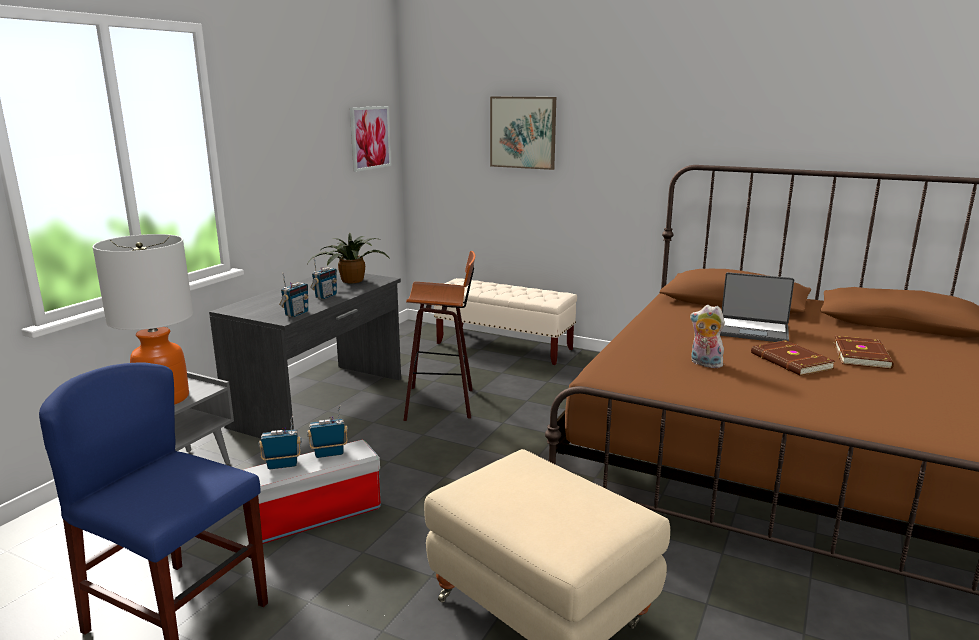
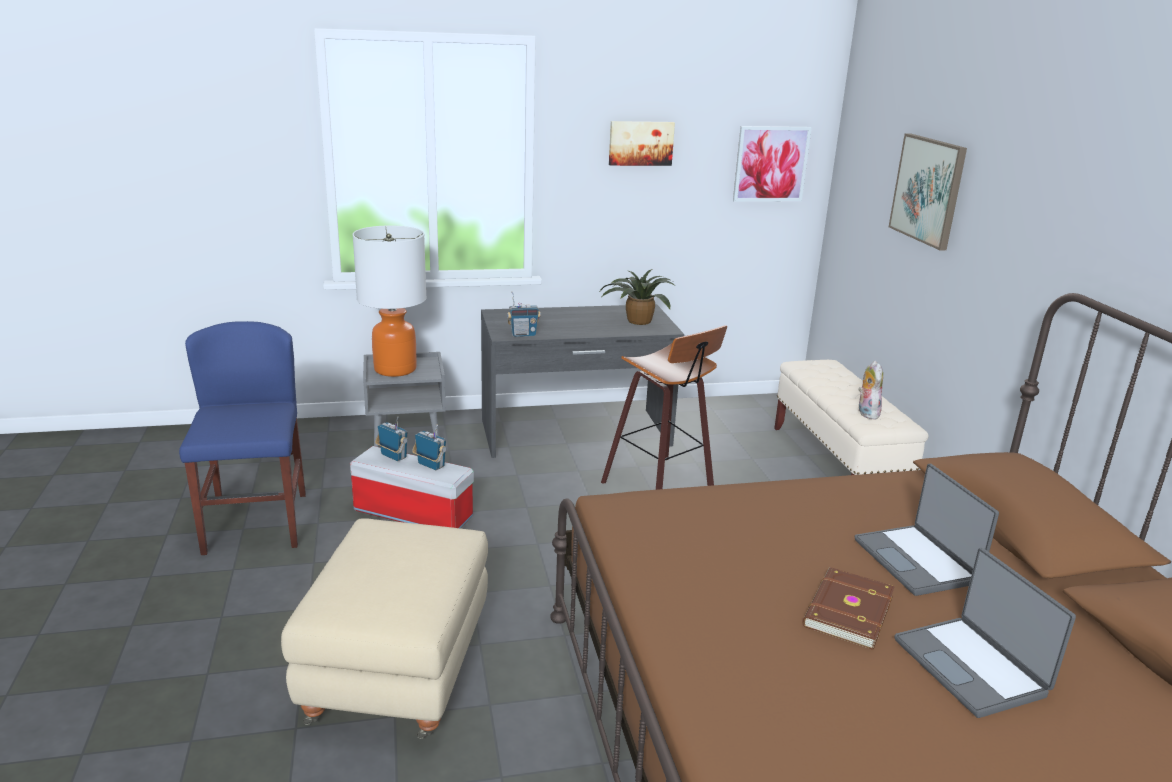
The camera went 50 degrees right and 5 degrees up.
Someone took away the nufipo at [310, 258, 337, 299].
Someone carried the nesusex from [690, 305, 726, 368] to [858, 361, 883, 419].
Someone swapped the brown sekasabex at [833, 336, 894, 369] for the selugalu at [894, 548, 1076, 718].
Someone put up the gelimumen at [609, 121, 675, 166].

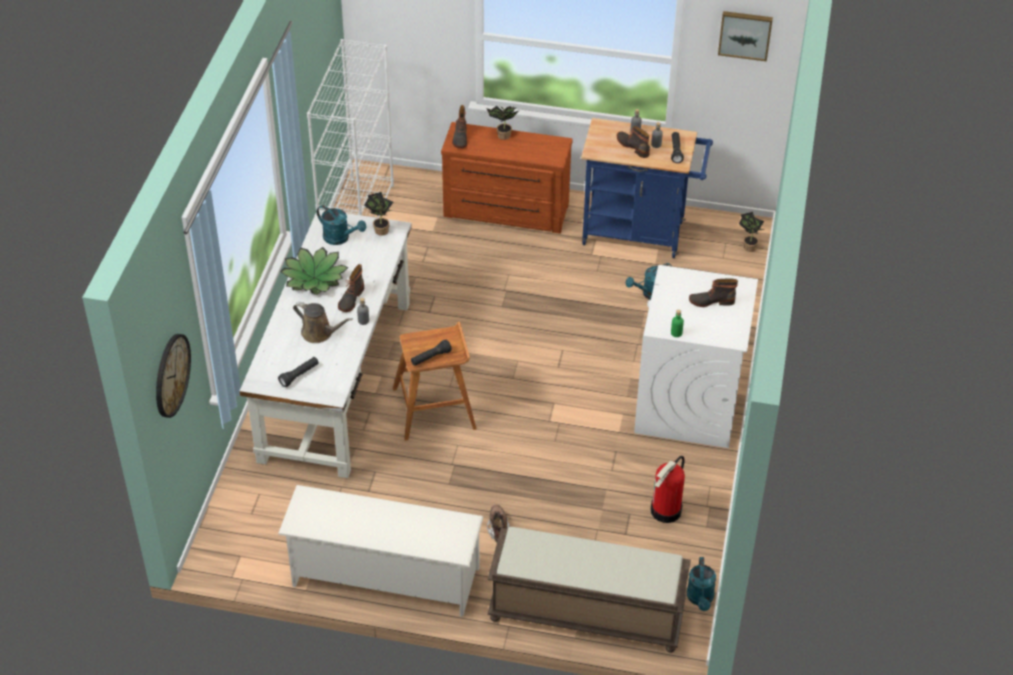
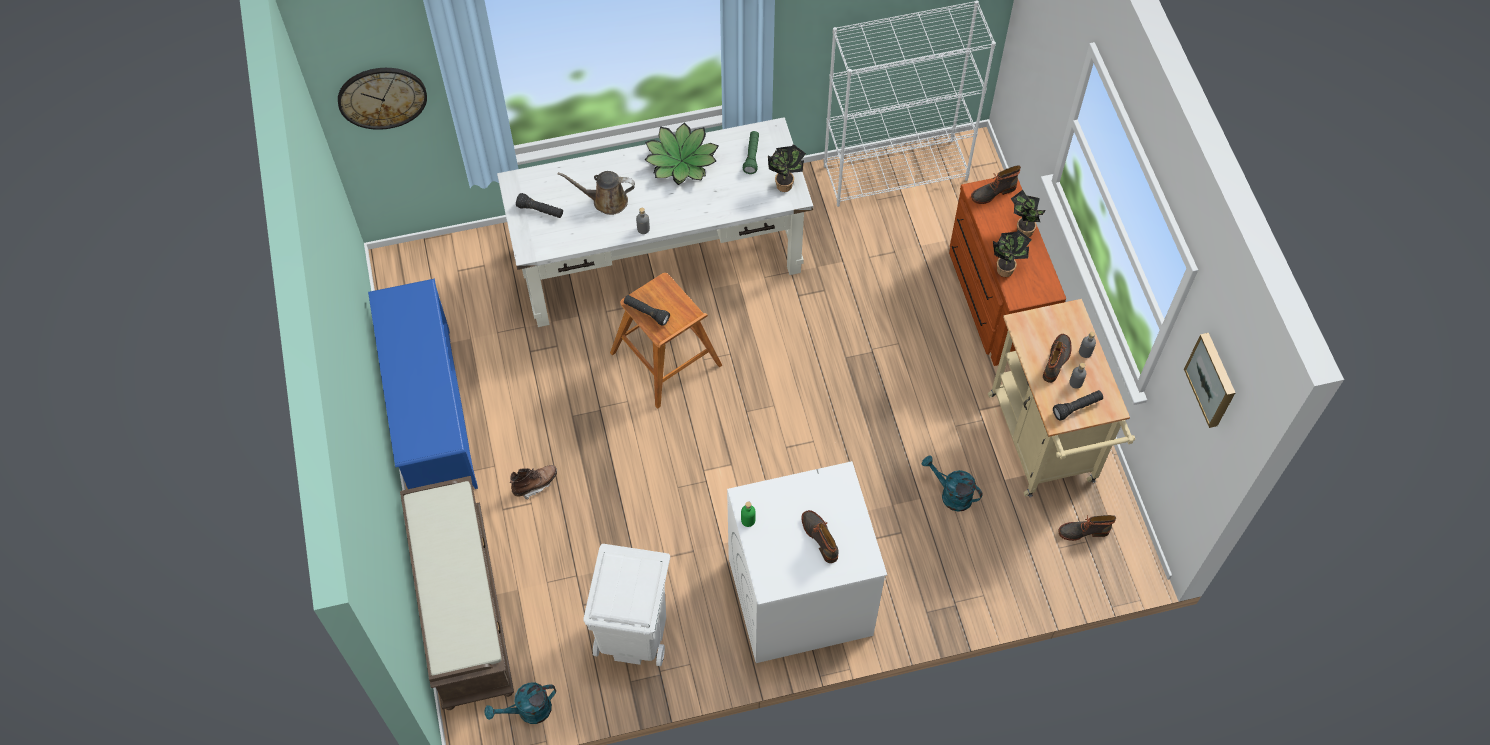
The camera went 65 degrees right and 15 degrees up.
Someone repainted the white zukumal at [278, 485, 484, 617], which became the blue zukumal at [368, 279, 478, 489].
Someone rotated the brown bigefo at [293, 302, 353, 343] by 90 degrees clockwise.
Someone swapped the turquoise bigefo at [317, 205, 366, 245] for the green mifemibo at [743, 131, 759, 174].
Someone carried the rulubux from [338, 264, 364, 312] to [1059, 515, 1116, 541].
Someone repainted the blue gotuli at [581, 118, 713, 258], which became the beige gotuli at [988, 299, 1135, 497].
Someone swapped the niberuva at [651, 456, 685, 523] for the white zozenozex at [583, 544, 670, 666].
Someone carried the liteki from [739, 212, 764, 252] to [993, 230, 1032, 277].

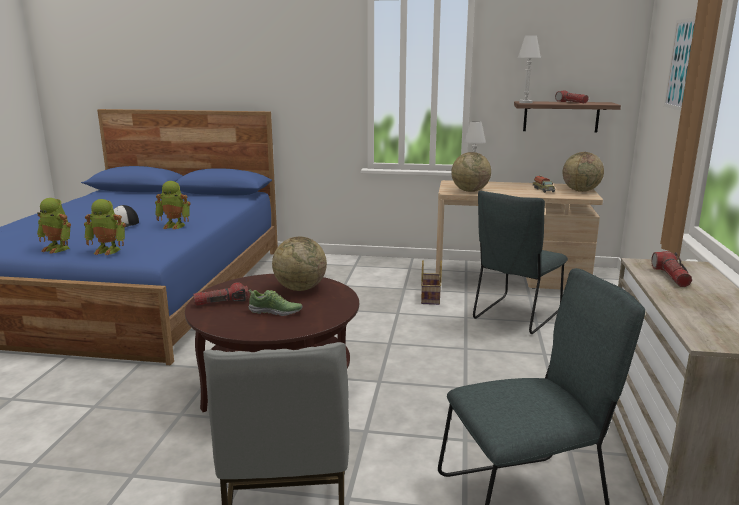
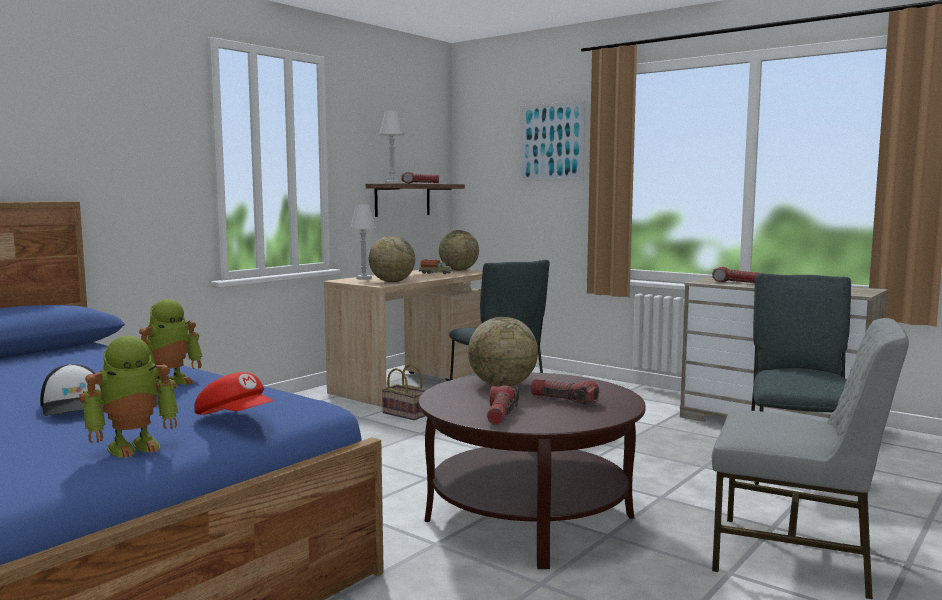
The camera went 60 degrees left and 10 degrees down.
Someone swapped the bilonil at [84, 199, 126, 255] for the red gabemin at [194, 372, 274, 415].
Someone swapped the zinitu at [249, 289, 303, 316] for the mifemibo at [531, 379, 599, 405].

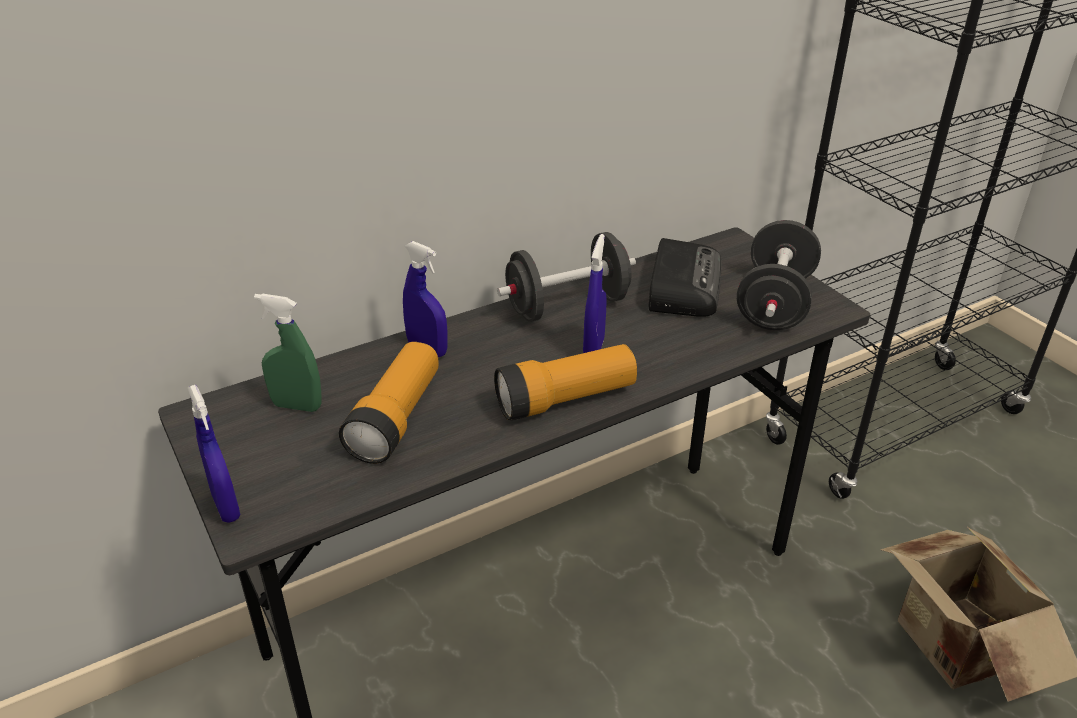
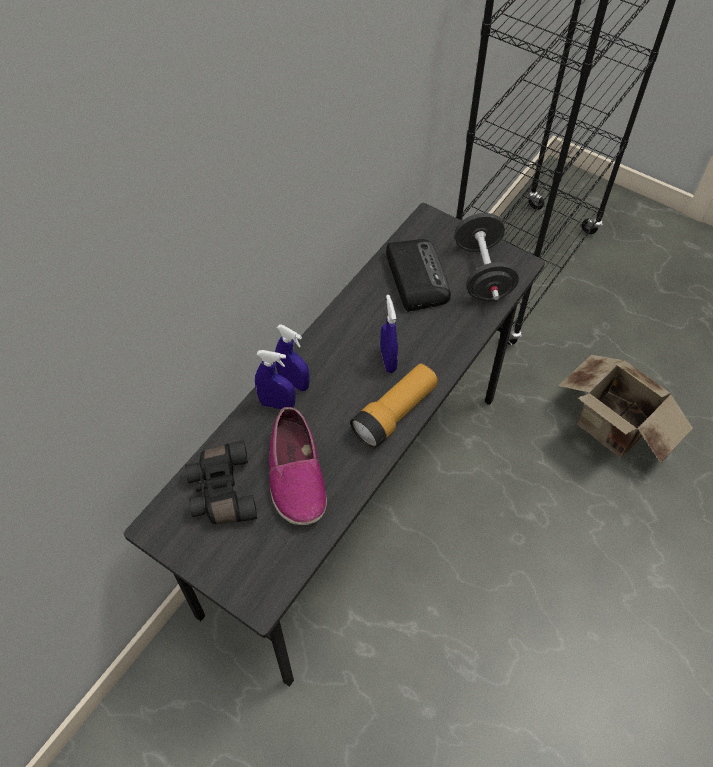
The camera went 25 degrees left and 20 degrees up.
Someone carried the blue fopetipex from [188, 385, 241, 523] to [275, 324, 310, 391].
Someone swapped the green fopetipex at [254, 294, 322, 412] for the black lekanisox at [185, 440, 257, 524].
Someone swapped the mifemibo at [339, 342, 439, 464] for the zinitu at [269, 407, 327, 525].
Someone took away the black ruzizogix at [497, 232, 636, 322].

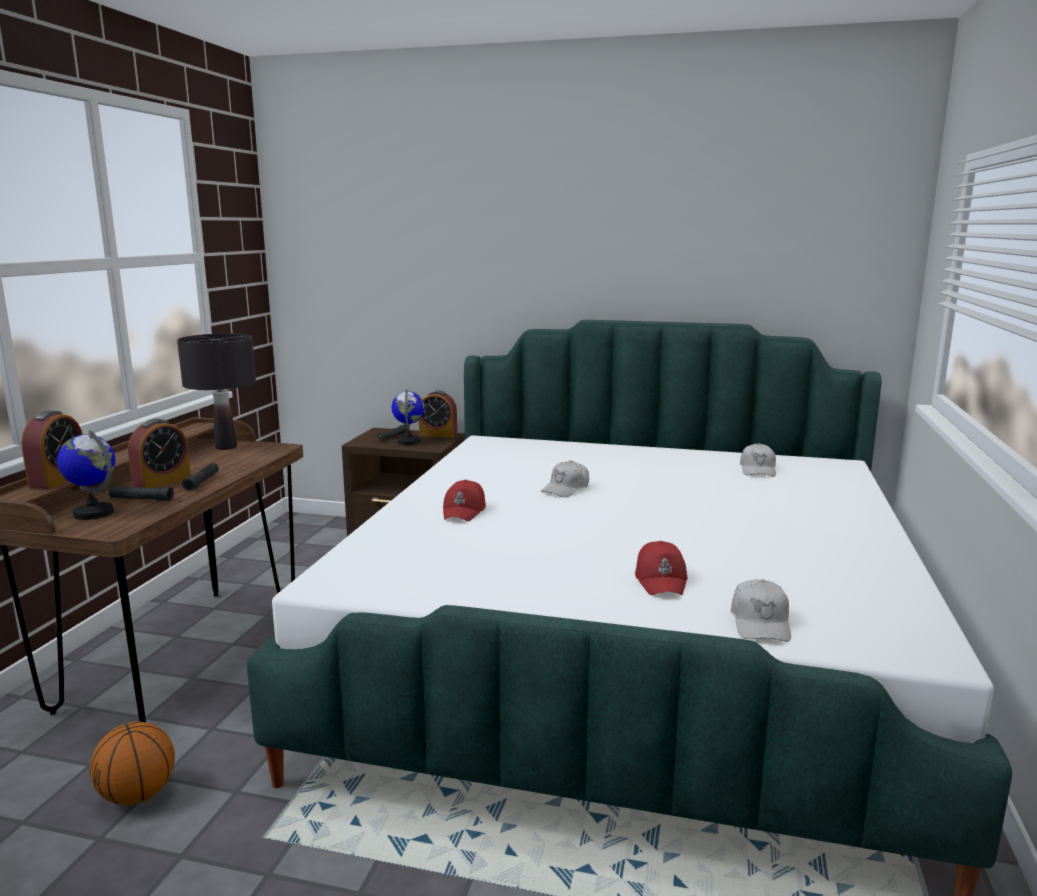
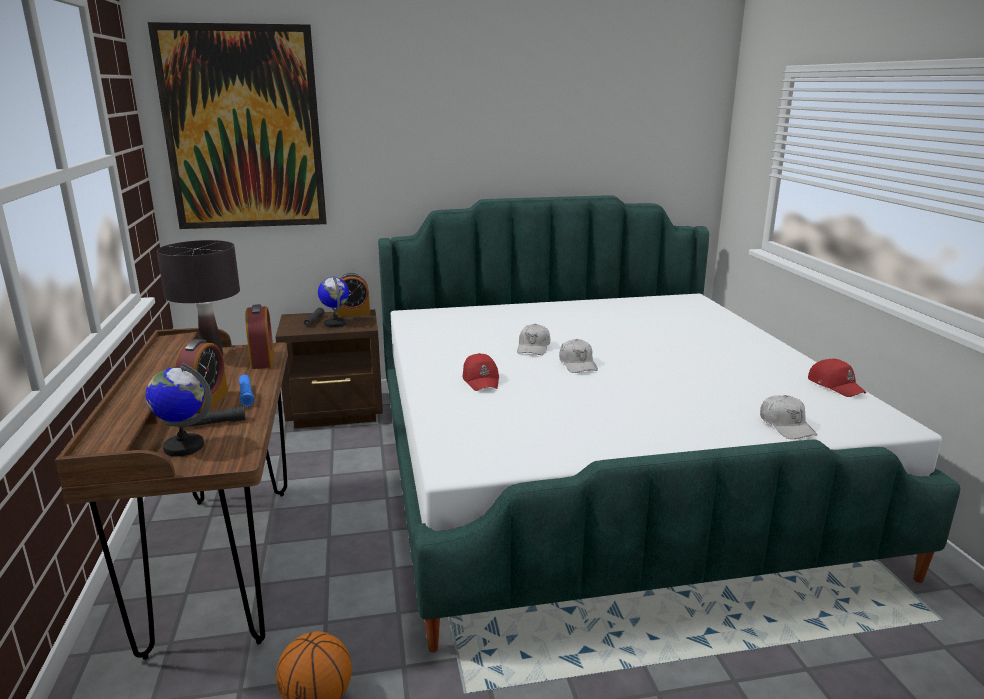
The camera went 25 degrees left and 5 degrees up.
Someone carried the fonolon from [21, 411, 83, 489] to [246, 304, 274, 369].
Someone repainted the black mifemibo at [182, 463, 219, 491], which became the blue mifemibo at [239, 375, 254, 407].
Someone carried the red gabemin from [635, 541, 688, 595] to [808, 358, 867, 397].
Someone carried the white gabemin from [740, 443, 776, 477] to [560, 339, 598, 373].
Someone put up the gelimumen at [148, 22, 327, 229].

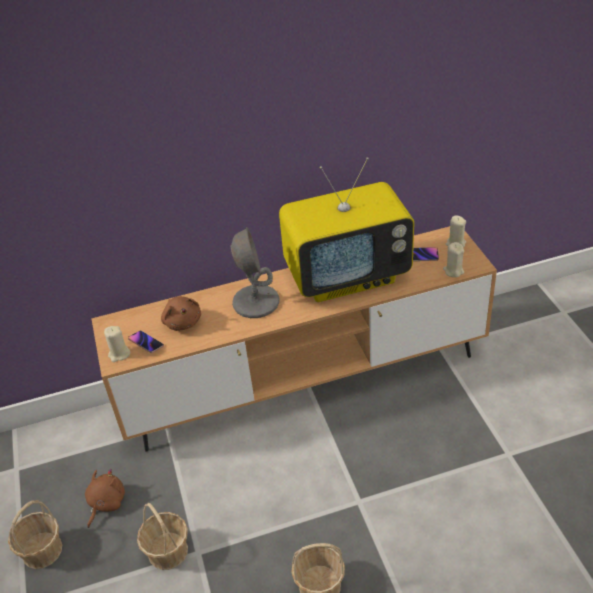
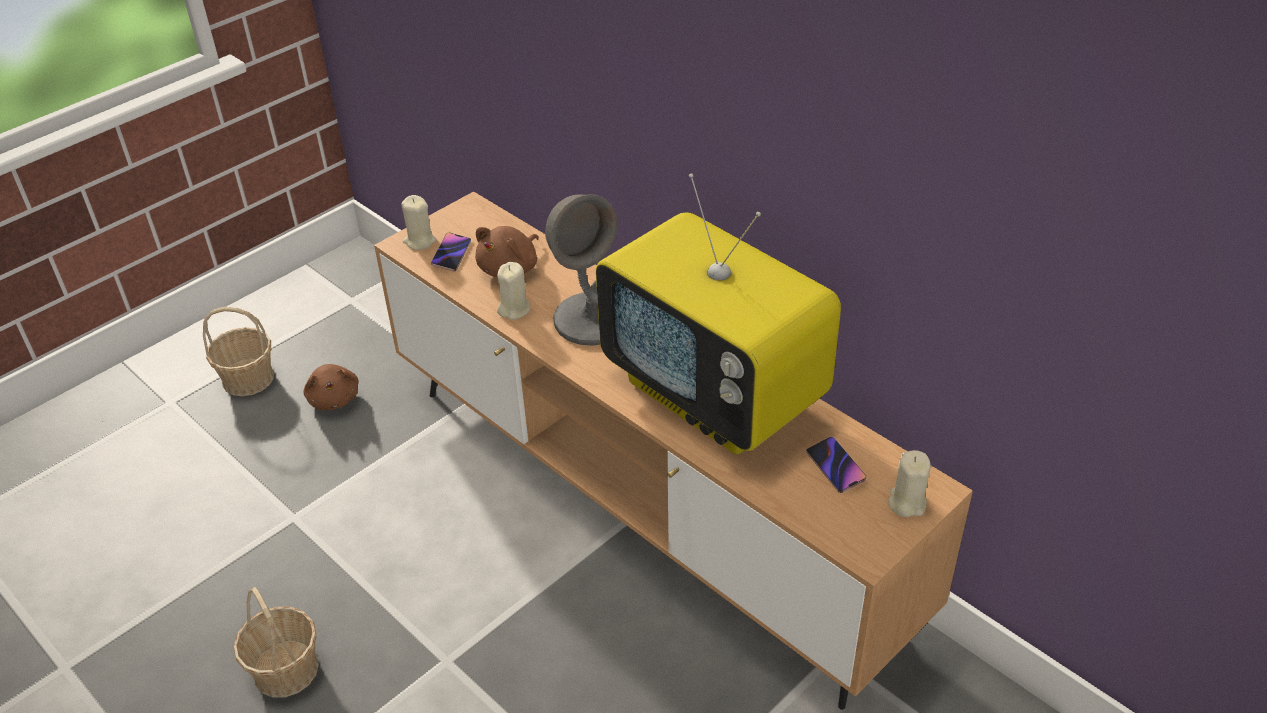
The camera went 60 degrees right and 0 degrees up.
Someone rotated the brown nesusex at [85, 468, 125, 528] by 75 degrees clockwise.
Someone took away the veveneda at [137, 503, 188, 570].
Someone carried the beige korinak from [443, 242, 464, 277] to [497, 262, 530, 320].

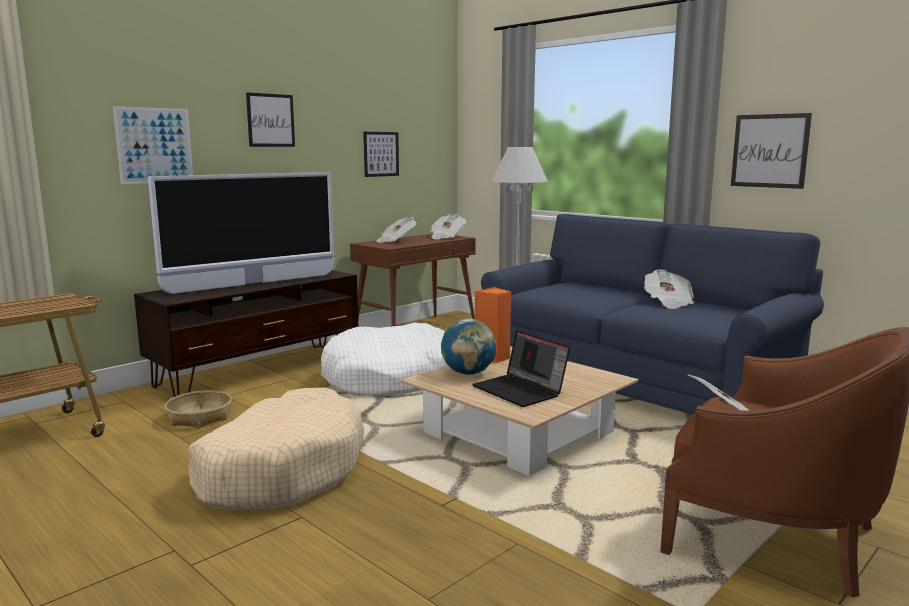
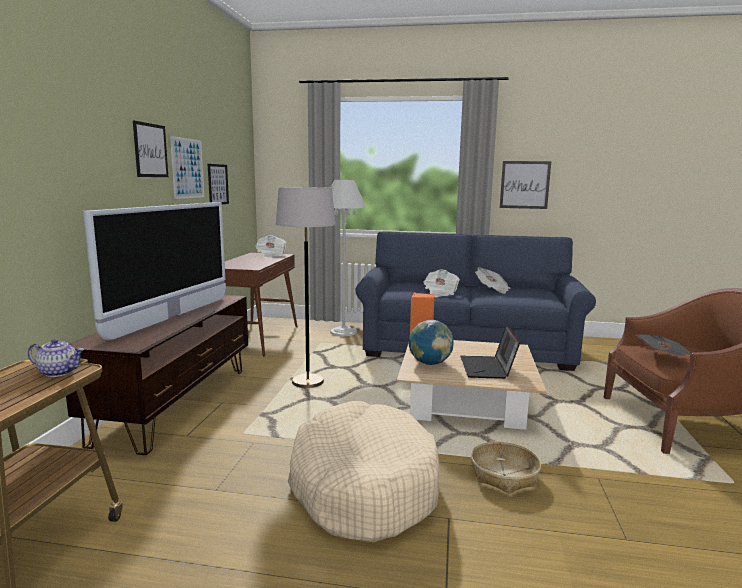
The camera went 35 degrees left and 0 degrees up.
Someone carried the gelimumen from [113, 106, 193, 184] to [170, 136, 204, 199].
Someone carried the veveneda from [165, 390, 232, 428] to [471, 441, 541, 494].
Someone swapped the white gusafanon at [321, 323, 447, 396] for the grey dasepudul at [276, 187, 336, 388].
Someone carried the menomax from [376, 217, 417, 242] to [423, 269, 460, 297].
Someone rotated the selugalu at [472, 331, 570, 407] by 75 degrees clockwise.
Someone put down the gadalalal at [28, 339, 84, 377].

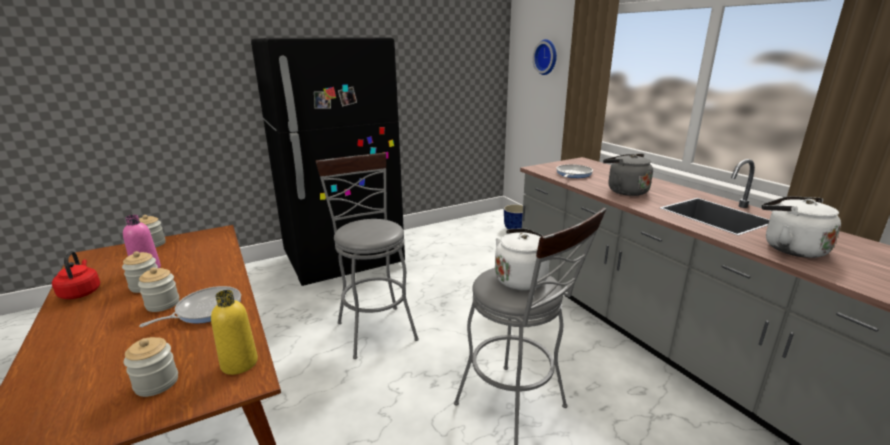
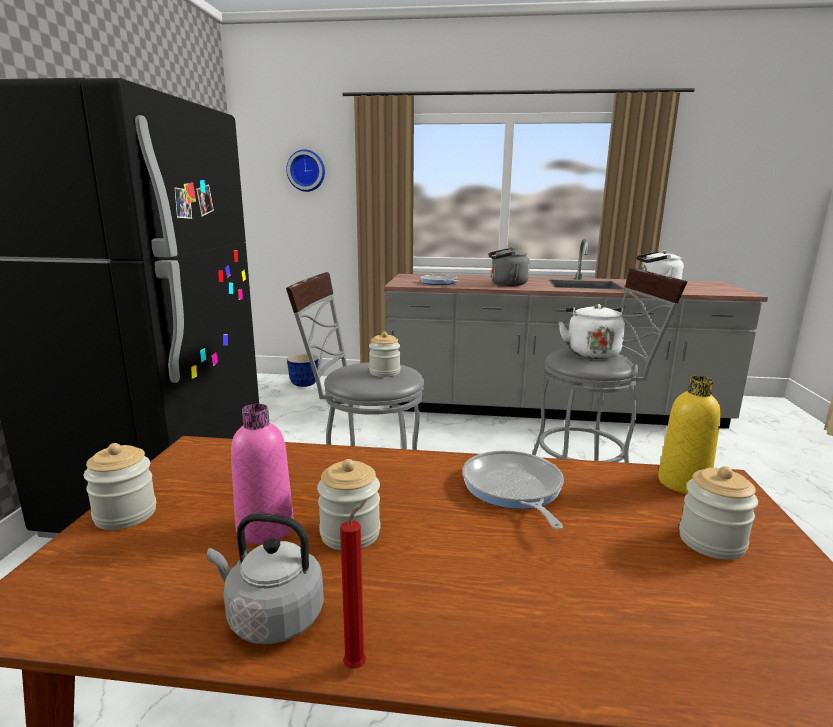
The camera went 55 degrees left and 5 degrees down.
Someone repainted the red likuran at [52, 251, 100, 299], which became the grey likuran at [207, 513, 324, 644].
Someone carried the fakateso from [138, 267, 179, 312] to [369, 331, 400, 377].
Someone put down the red korinak at [340, 500, 367, 669].

